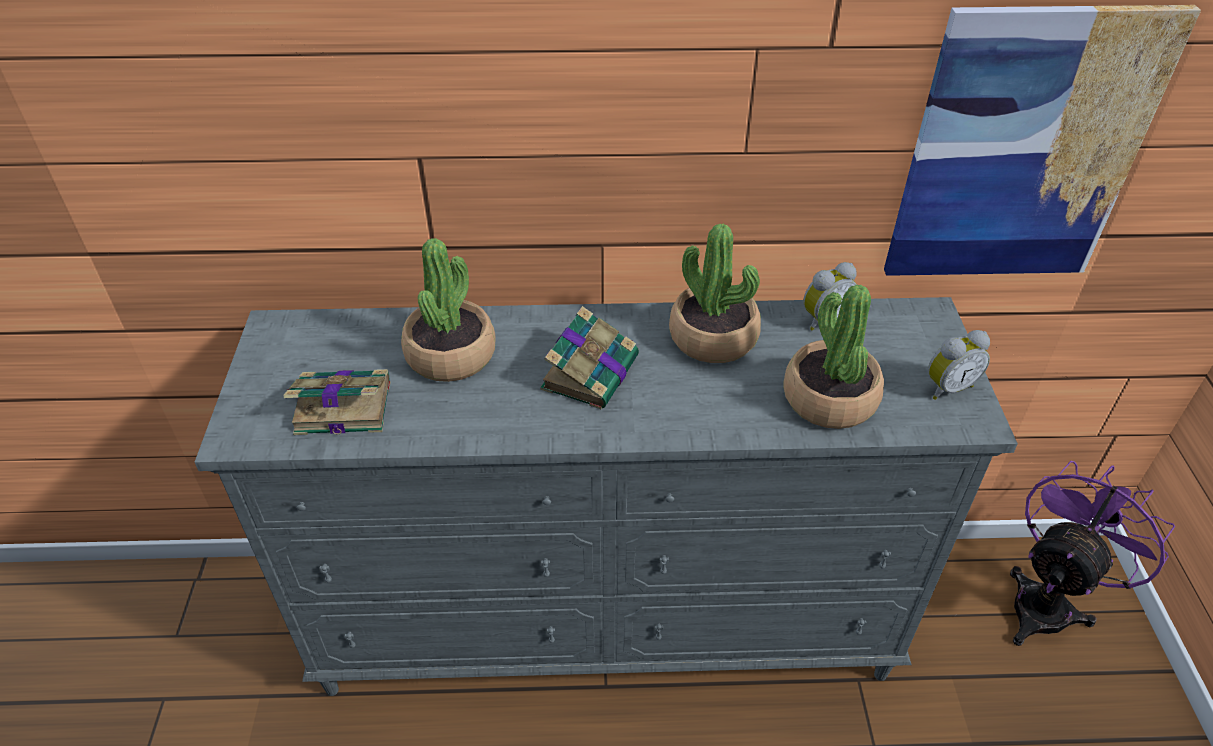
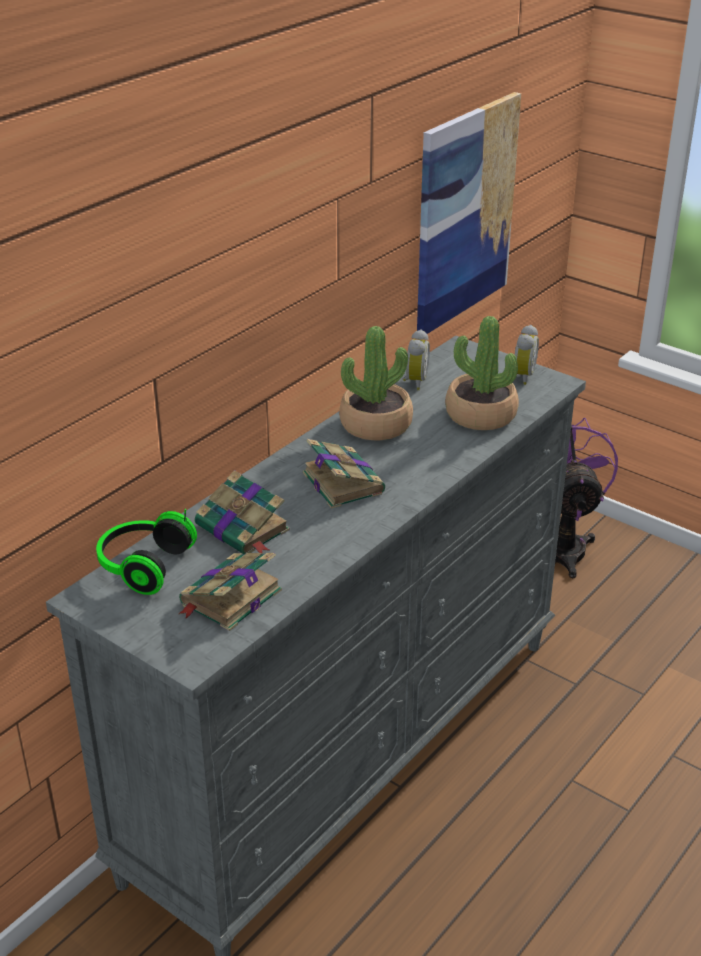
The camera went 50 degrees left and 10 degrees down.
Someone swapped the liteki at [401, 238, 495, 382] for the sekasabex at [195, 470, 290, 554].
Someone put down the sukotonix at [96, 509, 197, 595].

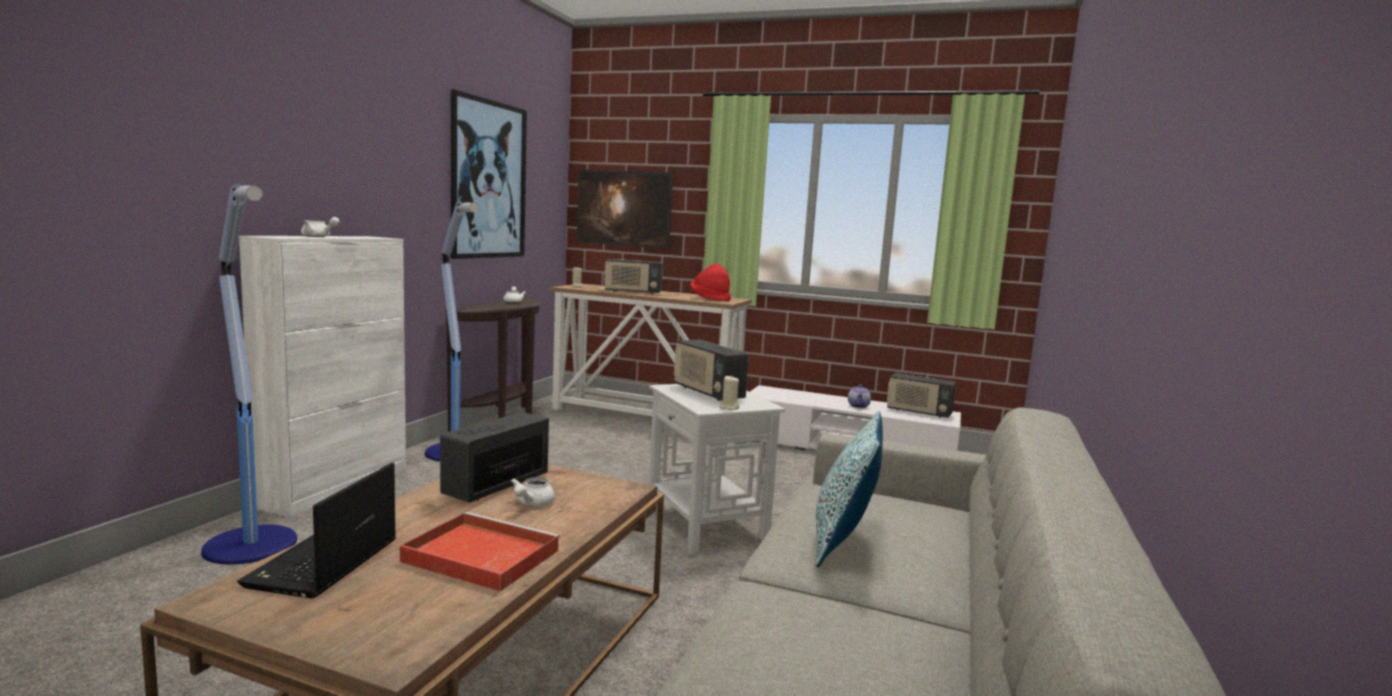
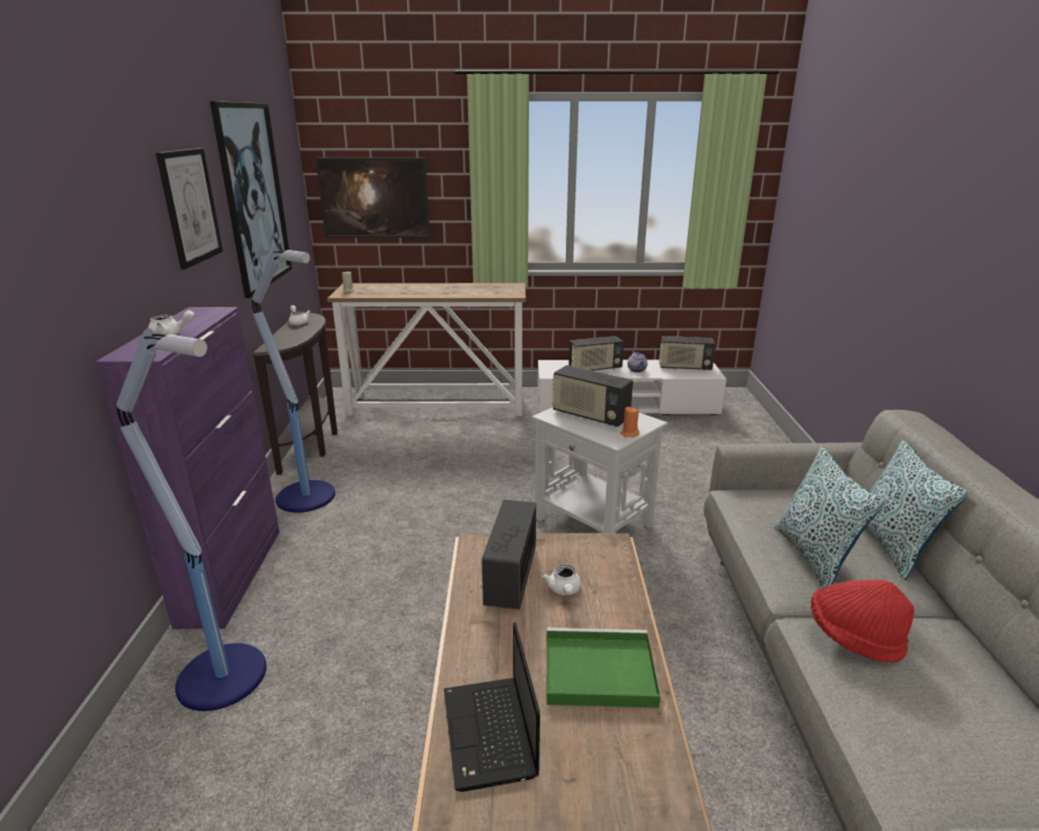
The camera went 20 degrees left and 15 degrees up.
Someone repainted the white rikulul at [239, 236, 406, 517], which became the purple rikulul at [96, 307, 280, 629].
Someone repainted the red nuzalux at [400, 512, 560, 592], which became the green nuzalux at [546, 628, 661, 708].
Someone carried the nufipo from [604, 259, 663, 294] to [569, 336, 624, 371].
Someone carried the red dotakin from [690, 264, 731, 301] to [811, 580, 914, 663].
Someone repainted the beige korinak at [719, 375, 739, 410], which became the orange korinak at [621, 407, 639, 437].
Someone put up the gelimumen at [156, 148, 223, 270].
Someone put down the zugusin at [865, 440, 969, 580].

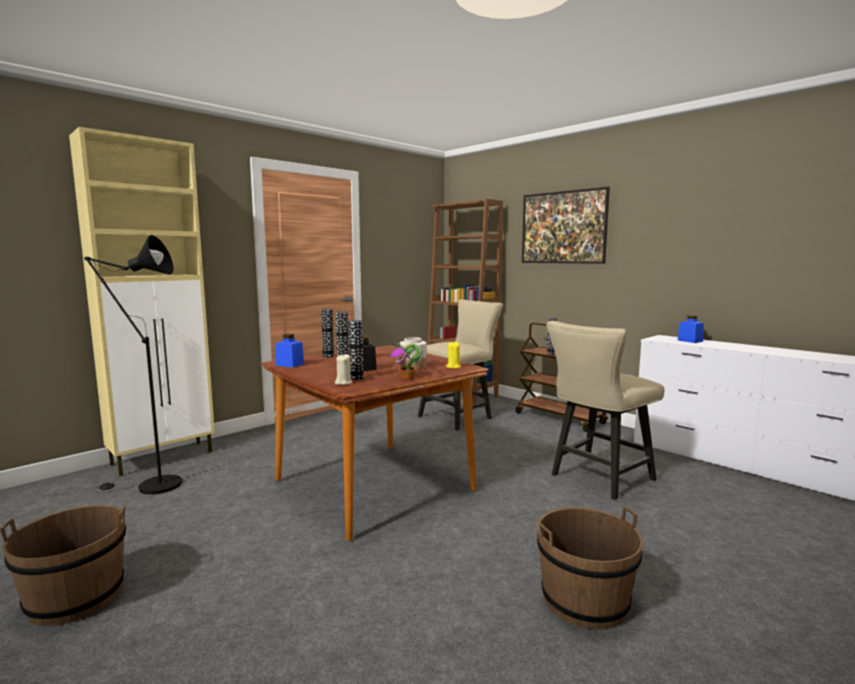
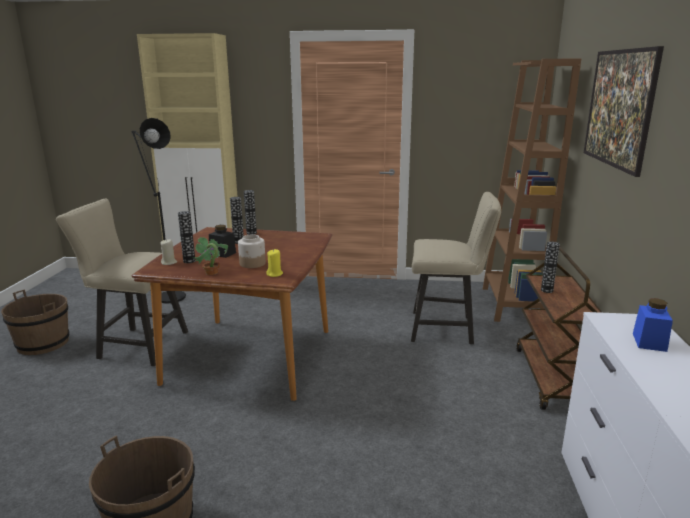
The camera went 50 degrees right and 10 degrees up.
Someone took away the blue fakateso at [275, 334, 304, 368].
Someone carried the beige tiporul from [547, 321, 664, 500] to [56, 199, 188, 366].

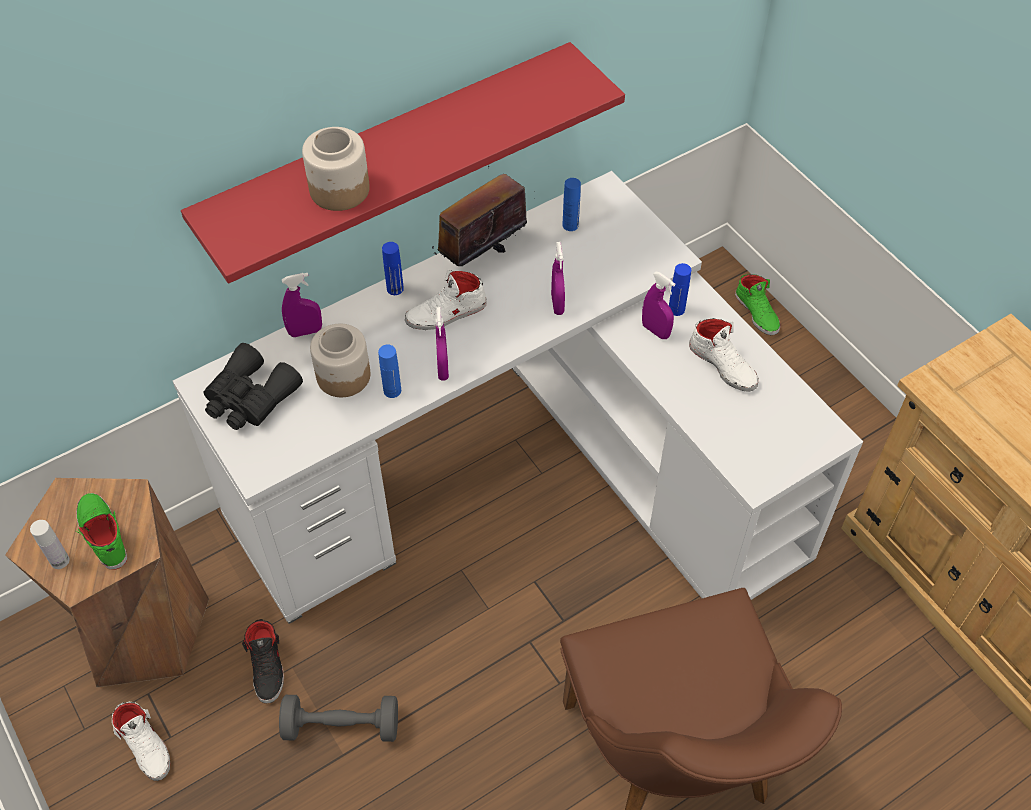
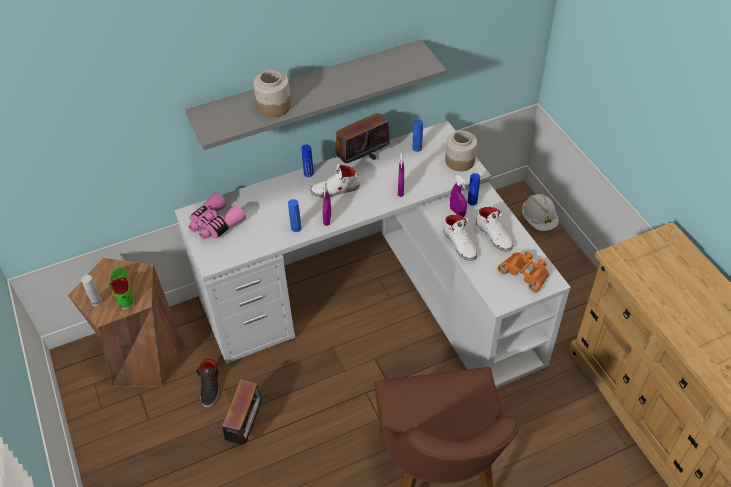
The camera went 10 degrees right and 5 degrees down.
Someone carried the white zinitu from [112, 702, 170, 781] to [443, 215, 477, 261].
Someone repainted the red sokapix at [181, 42, 625, 284], which became the grey sokapix at [185, 40, 447, 150].
Someone repainted the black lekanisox at [203, 343, 303, 430], which became the pink lekanisox at [188, 192, 246, 239].
Someone swapped the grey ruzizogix at [279, 695, 398, 742] for the nufipo at [222, 379, 266, 445].
Someone took away the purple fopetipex at [282, 273, 322, 337].
Someone carried the fakateso from [310, 324, 370, 397] to [445, 131, 477, 171].
Someone swapped the green zinitu at [735, 274, 780, 335] for the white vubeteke at [522, 193, 559, 231].
Someone put down the orange lekanisox at [498, 252, 549, 293].

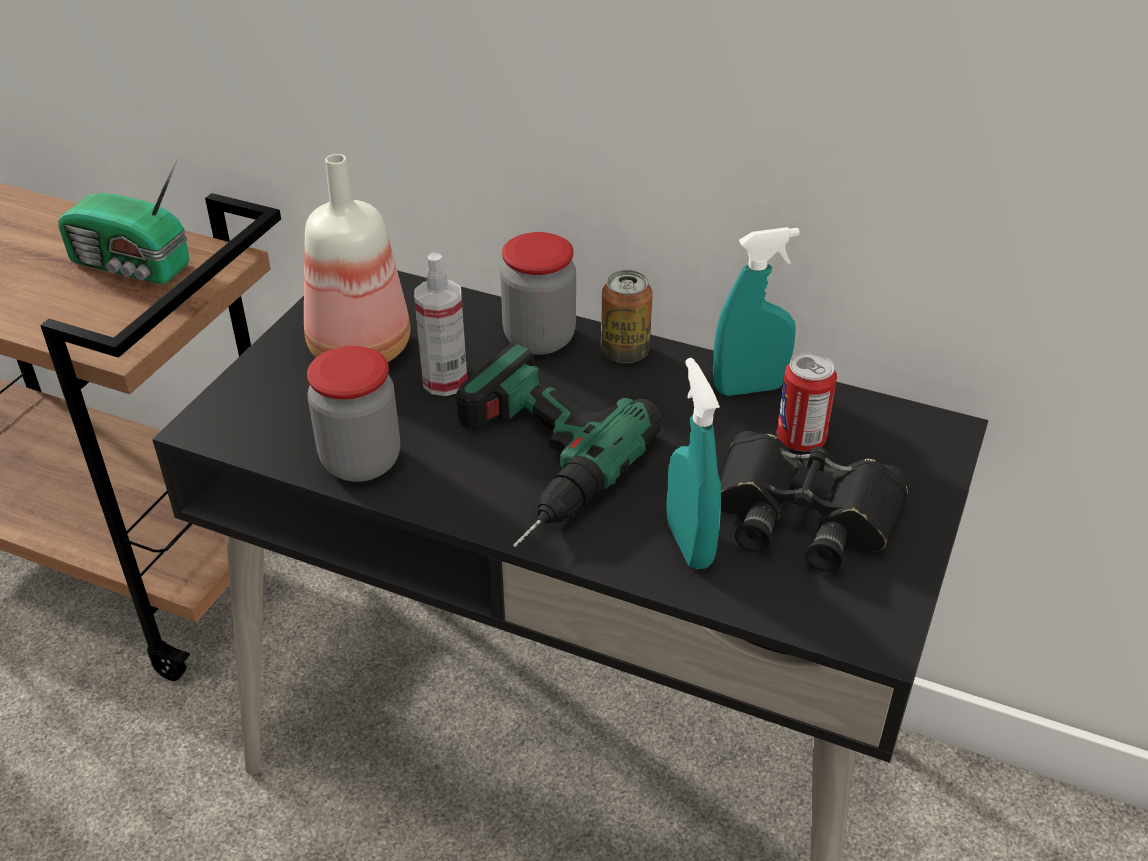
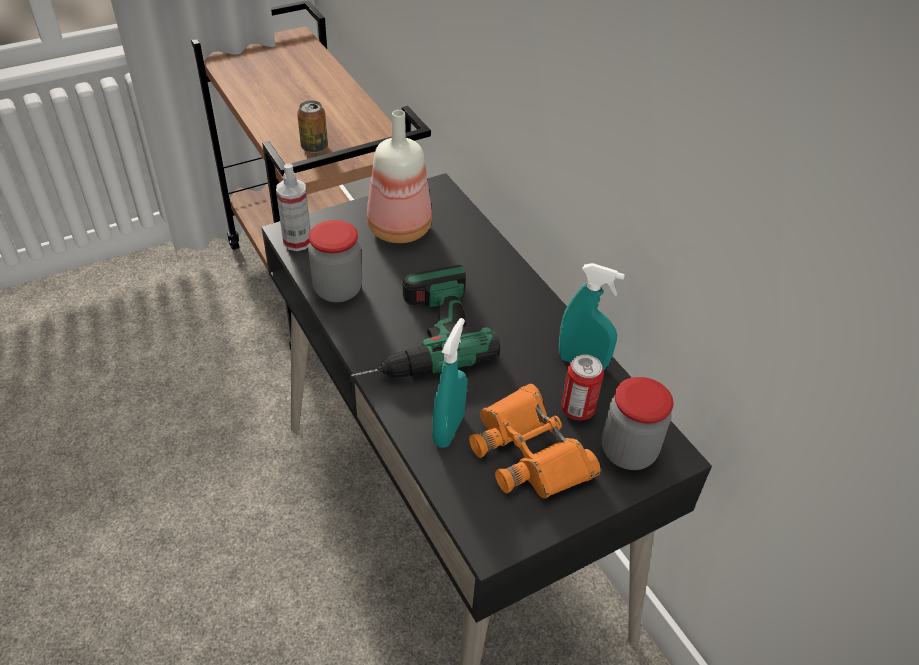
The camera went 35 degrees right and 5 degrees up.
Someone took away the nufipo at [58, 159, 189, 284].
Someone carried the fopetipex from [414, 252, 467, 396] to [276, 163, 311, 251].
Someone carried the fakateso from [500, 232, 576, 355] to [602, 377, 674, 470].
Someone carried the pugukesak from [601, 270, 653, 363] to [297, 100, 328, 153].
Someone repainted the black lekanisox at [720, 431, 909, 572], which became the orange lekanisox at [469, 384, 601, 499].

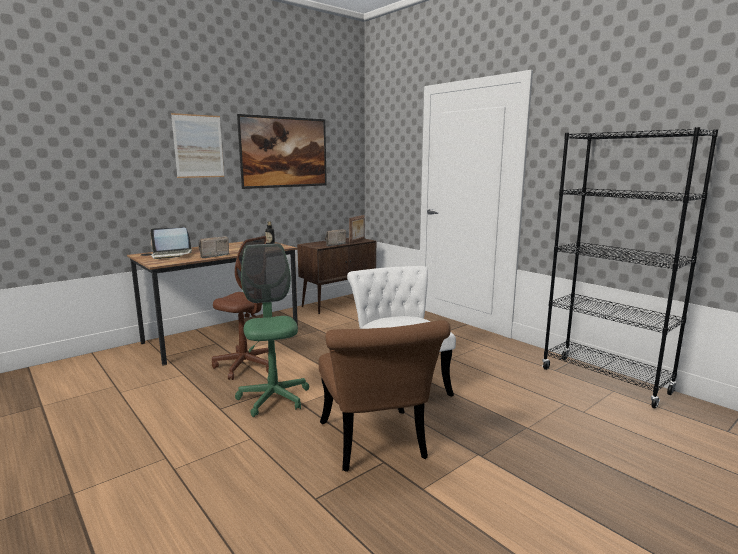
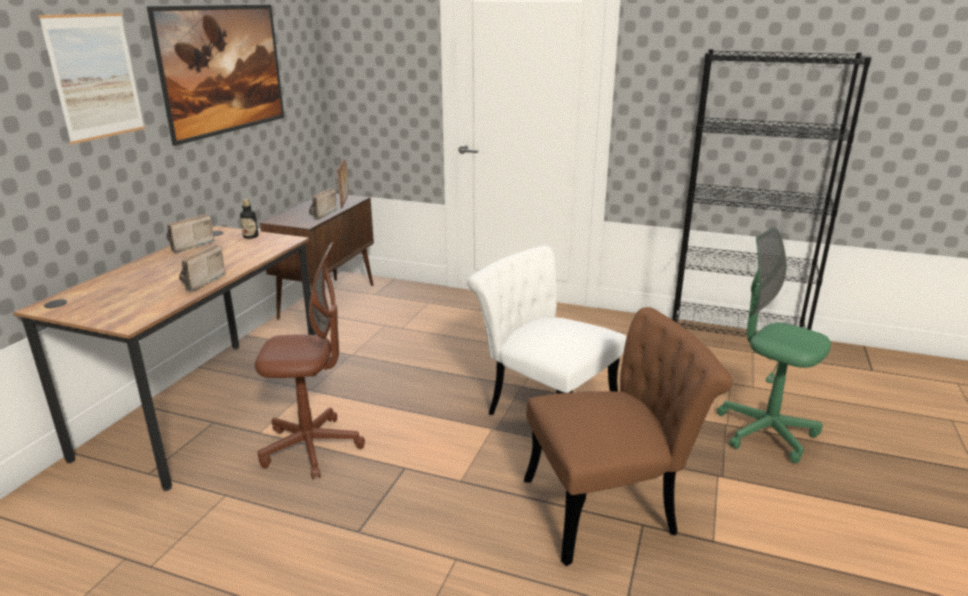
The camera went 30 degrees left and 10 degrees up.
Someone took away the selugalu at [150, 228, 192, 259].
Someone carried the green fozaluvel from [235, 243, 309, 417] to [717, 227, 831, 463].
Someone rotated the brown tiporul at [319, 320, 451, 472] by 60 degrees counterclockwise.
Someone put down the nufipo at [166, 214, 215, 253].

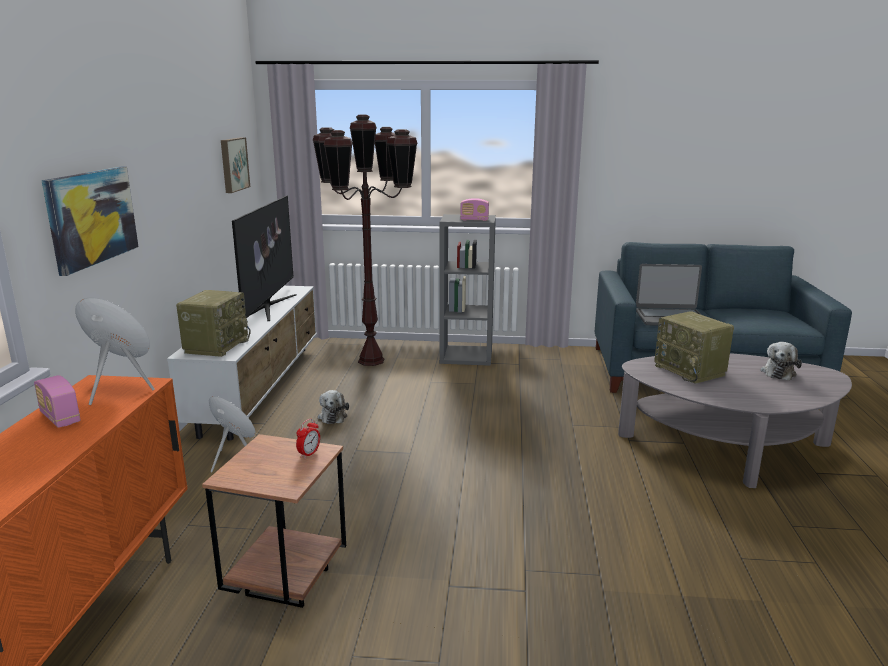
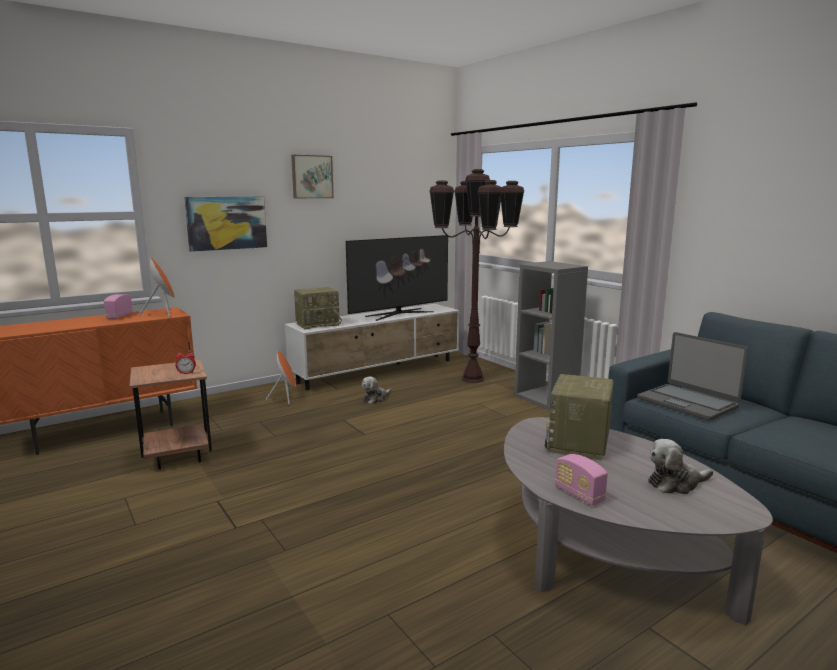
The camera went 50 degrees right and 5 degrees down.
Someone carried the gelimumen from [221, 137, 250, 193] to [291, 155, 334, 198].
Someone carried the nufipo from [460, 198, 489, 221] to [555, 454, 608, 506].

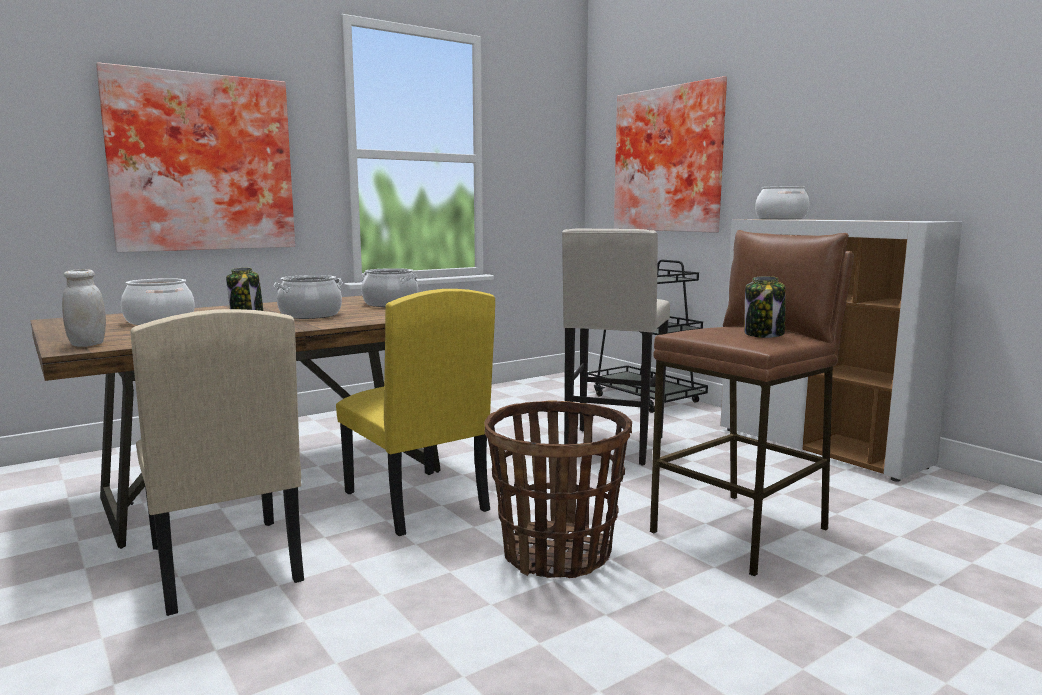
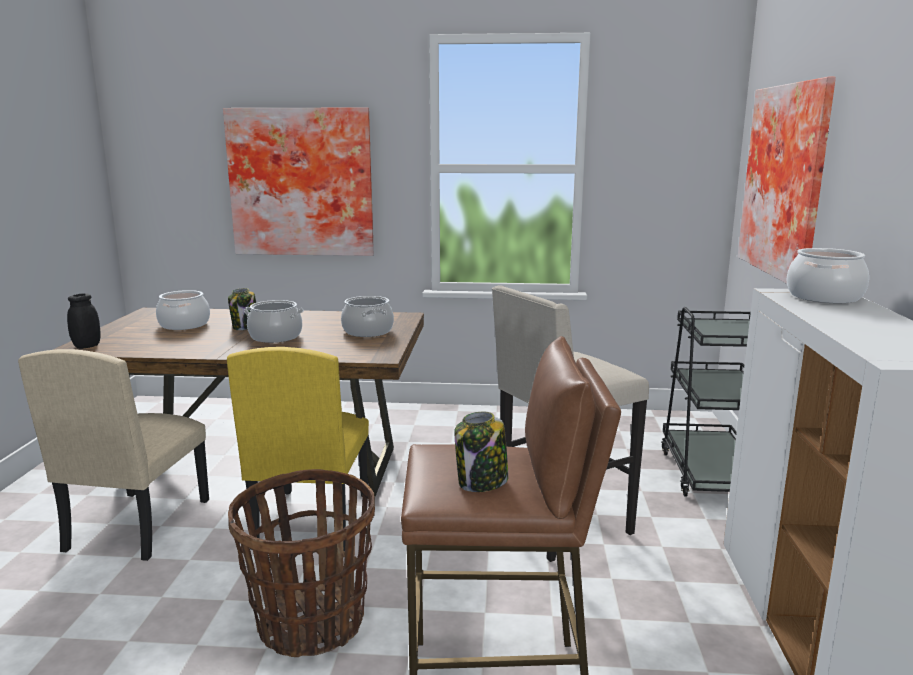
The camera went 40 degrees right and 5 degrees up.
Someone repainted the white fakateso at [62, 269, 106, 347], which became the black fakateso at [67, 293, 101, 349].

